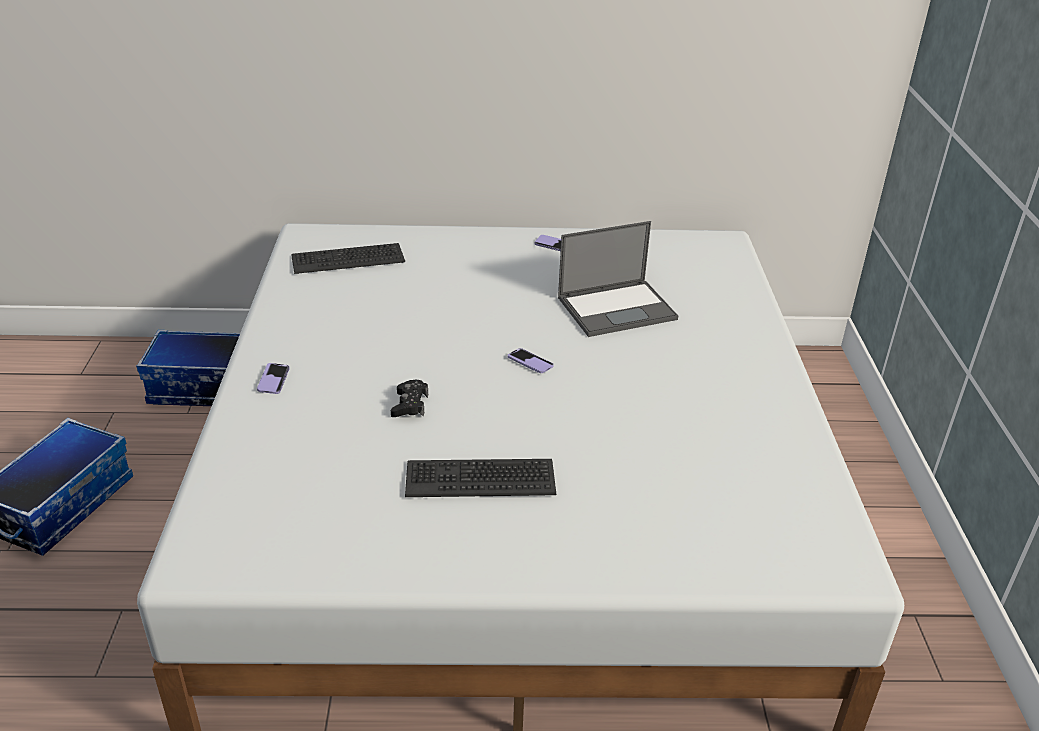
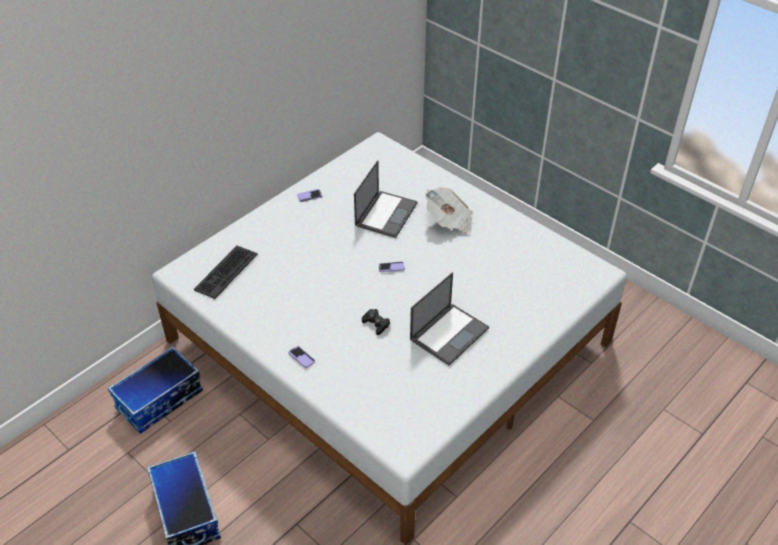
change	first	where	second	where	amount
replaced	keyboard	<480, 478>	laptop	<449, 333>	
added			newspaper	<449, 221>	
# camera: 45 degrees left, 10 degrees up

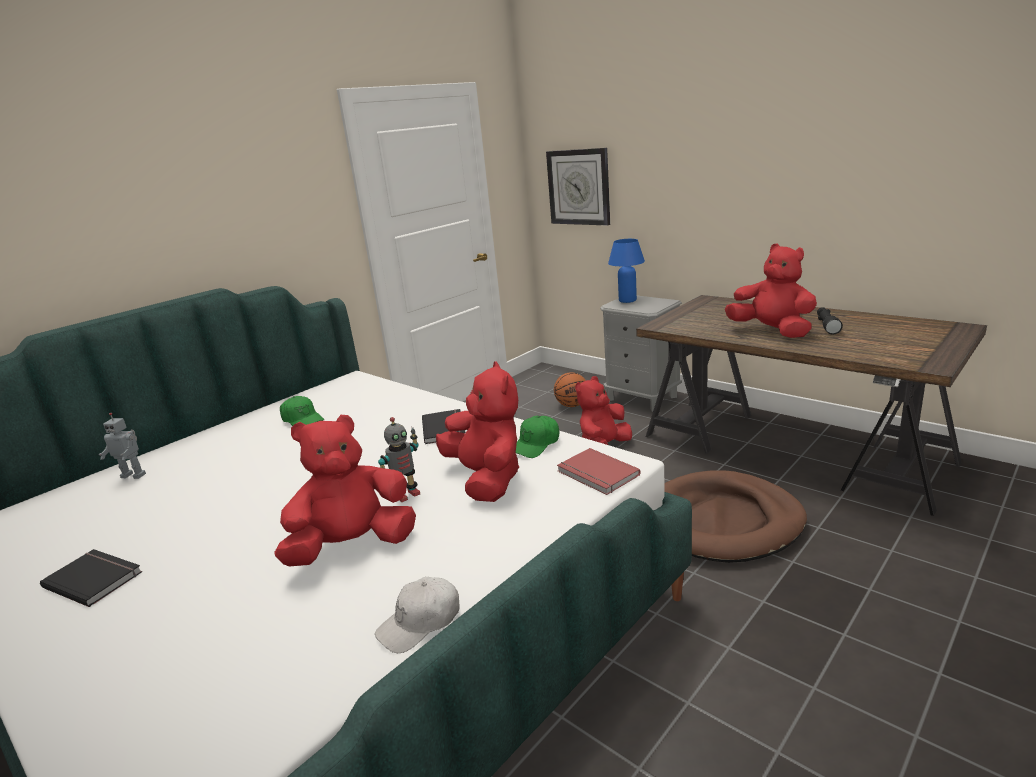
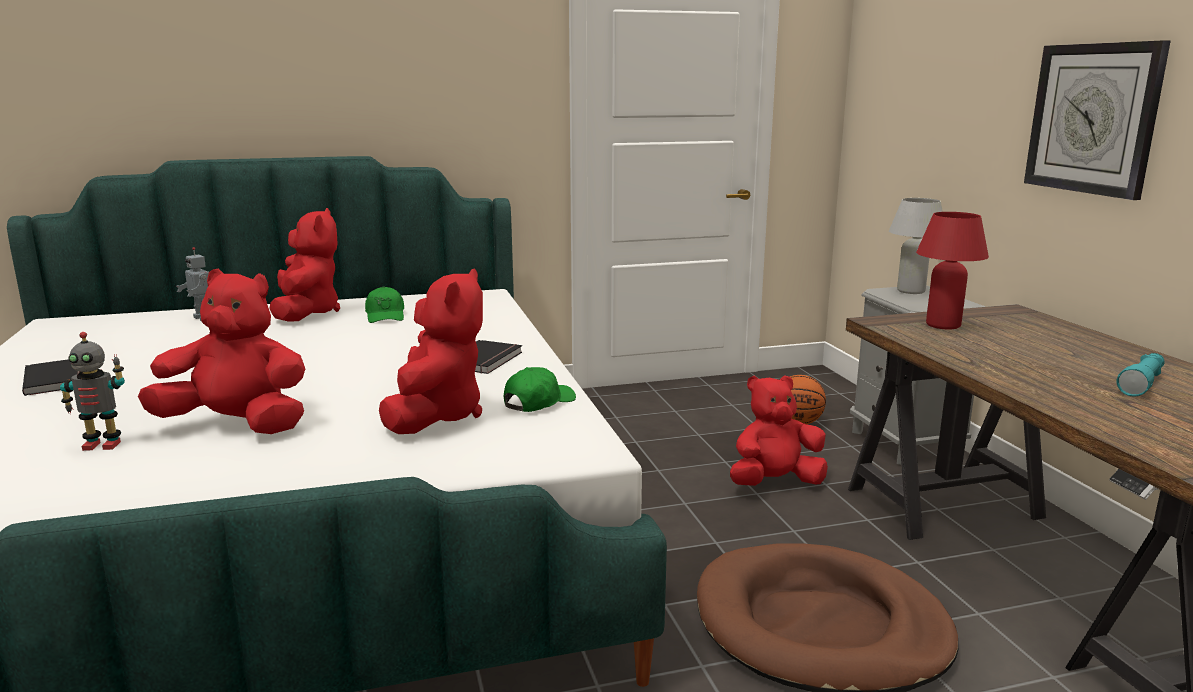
change	first	where	second	where	amount
moved	wall clock	<579, 187>		<1093, 118>	
recoloured	table lamp (blue)	<627, 300>	table lamp (white)	<910, 291>	
moved	plush toy (red)	<772, 331>		<306, 313>	
recoloured	flashlight (black)	<826, 326>	flashlight (turquoise)	<1142, 384>	
turned	cap (green)	<536, 445>		<538, 402>	150 degrees clockwise
moved	toy robot	<406, 494>		<103, 445>	
removed	book (red)	<596, 474>			
removed	cap (white)	<420, 623>			
added			table lamp (red)	<943, 325>	
# camera: 30 degrees right, 5 degrees down

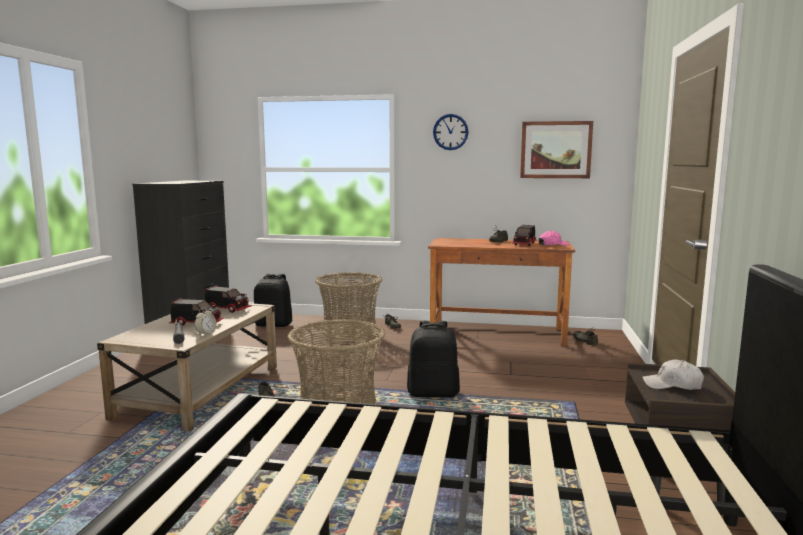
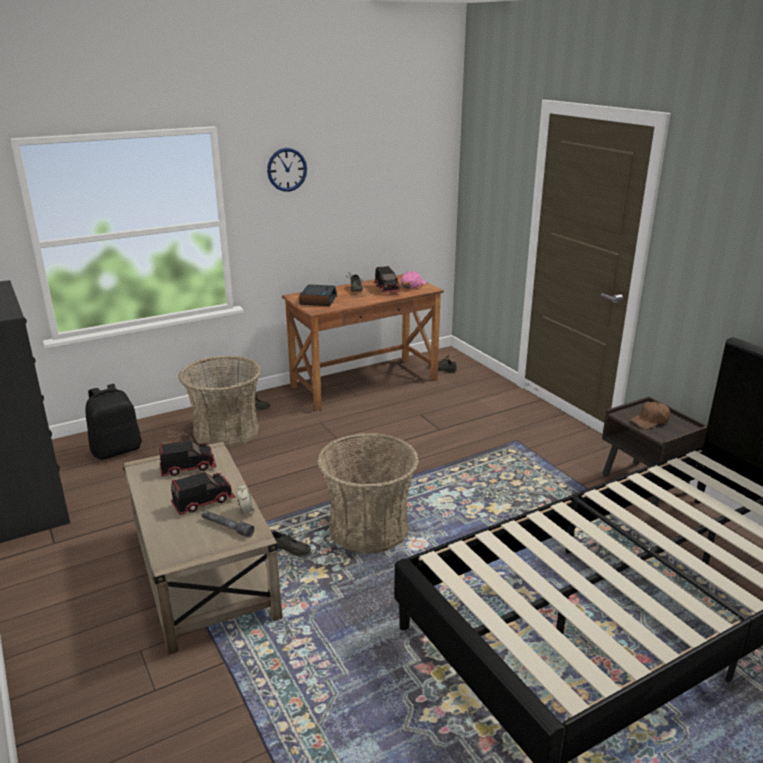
change	first	where	second	where	amount
removed	picture	<555, 150>			
removed	backpack (black)	<433, 393>			
recoloured	cap (white)	<672, 385>	cap (brown)	<650, 421>	
added			alarm clock	<318, 300>	
# camera: 40 degrees left, 15 degrees up

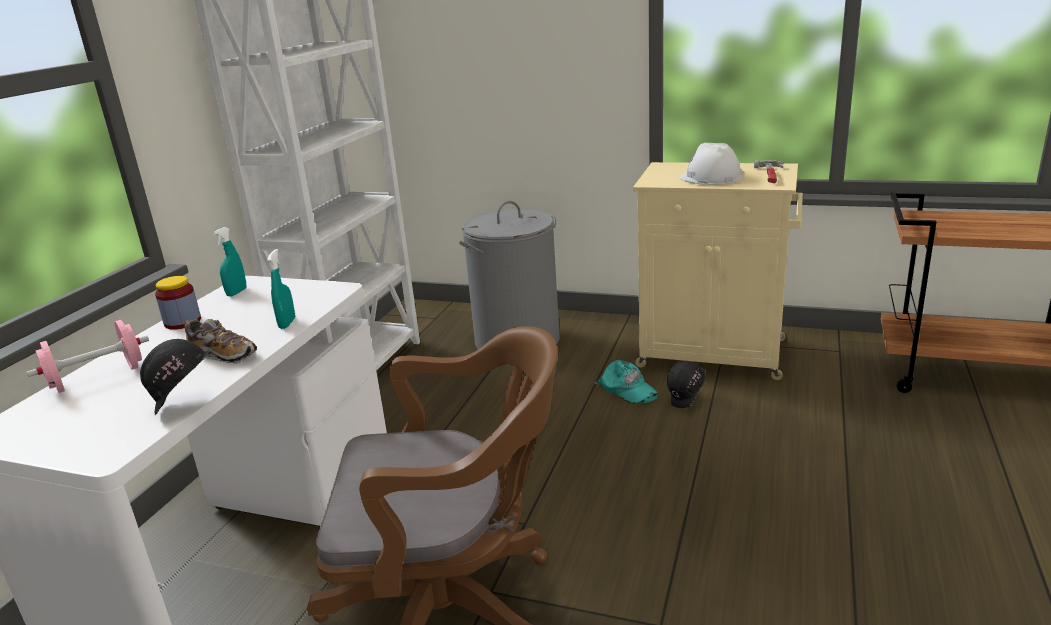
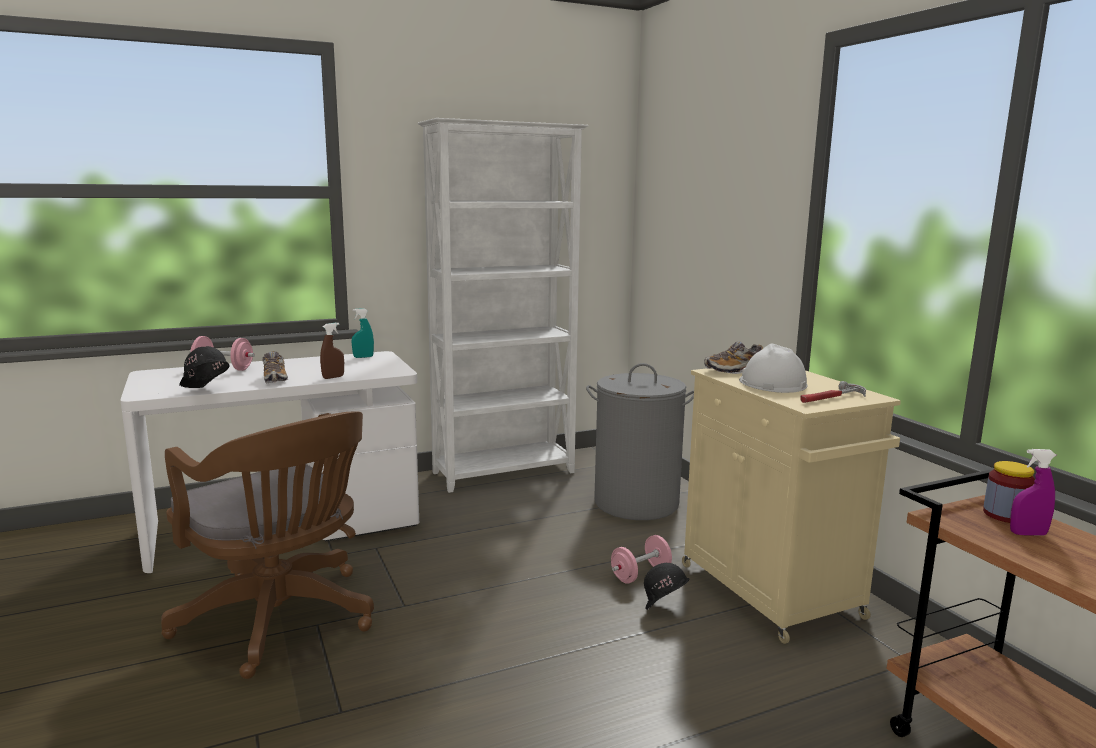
change	first	where	second	where	amount
recoloured	spray bottle (turquoise)	<287, 323>	spray bottle (brown)	<333, 377>	
moved	jar	<183, 322>		<1005, 515>	
replaced	cap (turquoise)	<627, 389>	dumbbell (pink)	<640, 574>	
added			shoe	<733, 370>	
added			spray bottle (purple)	<1028, 534>	
# camera: 45 degrees right, 10 degrees down

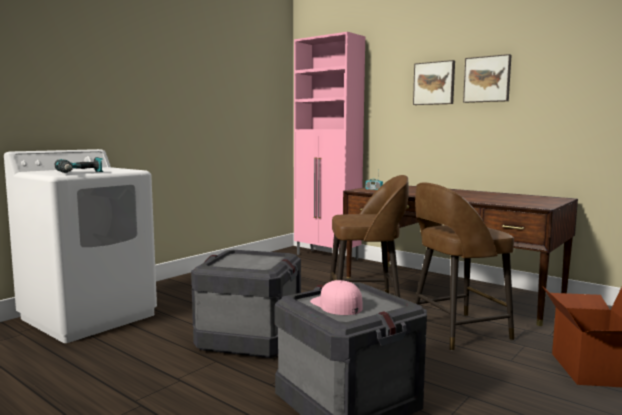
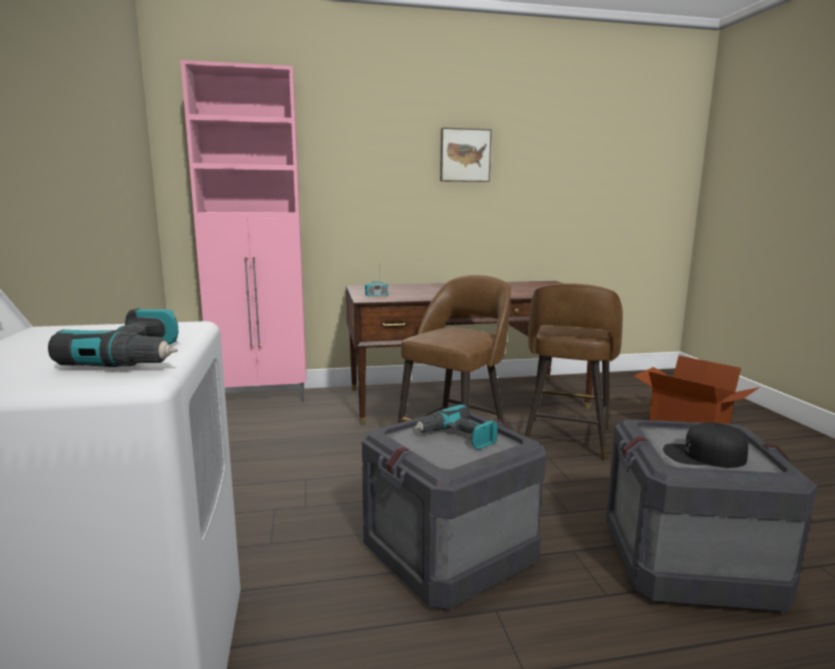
change	first	where	second	where	amount
removed	picture	<434, 83>			
recoloured	cap (pink)	<336, 305>	cap (black)	<704, 455>	
added			power drill	<457, 437>	
# camera: 50 degrees left, 5 degrees up

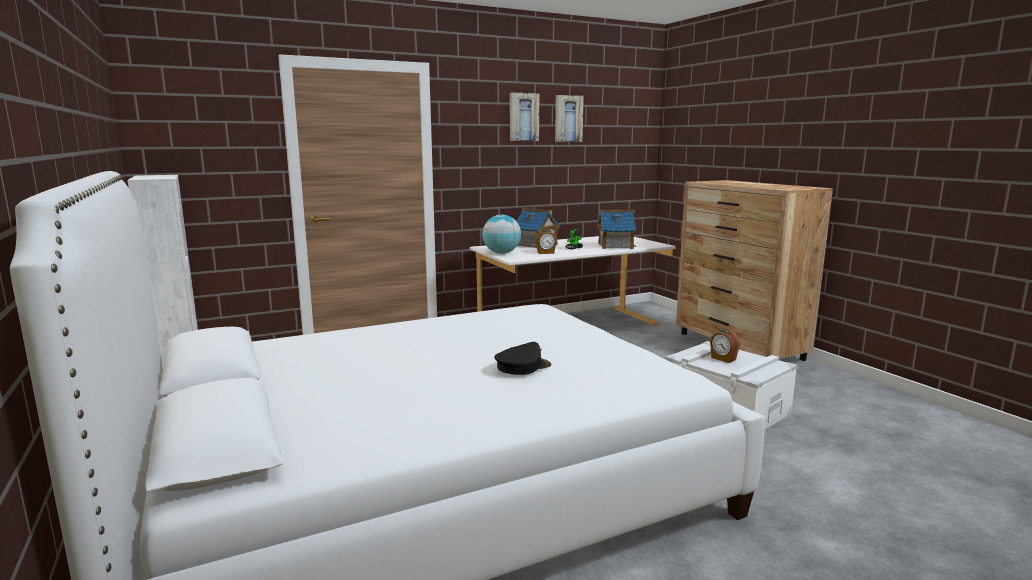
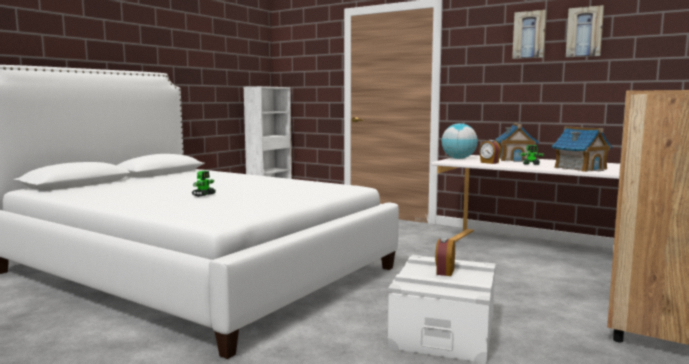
change	first	where	second	where	amount
replaced	cap (black)	<522, 366>	toy robot	<204, 195>	
# camera: 60 degrees right, 5 degrees down

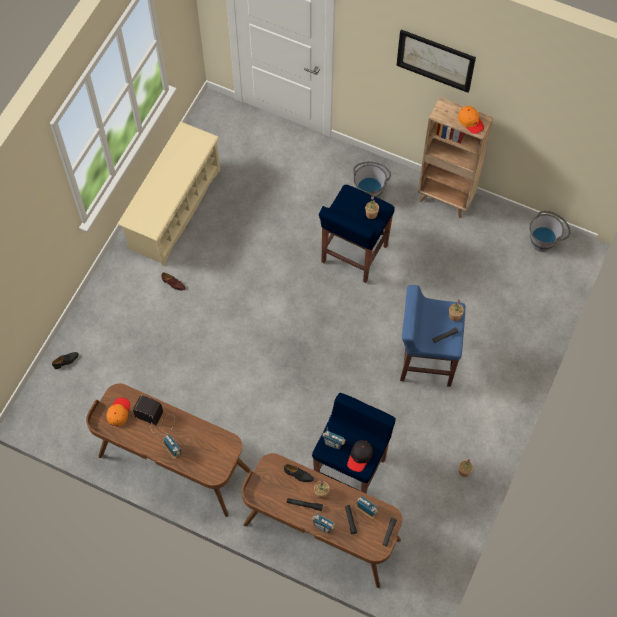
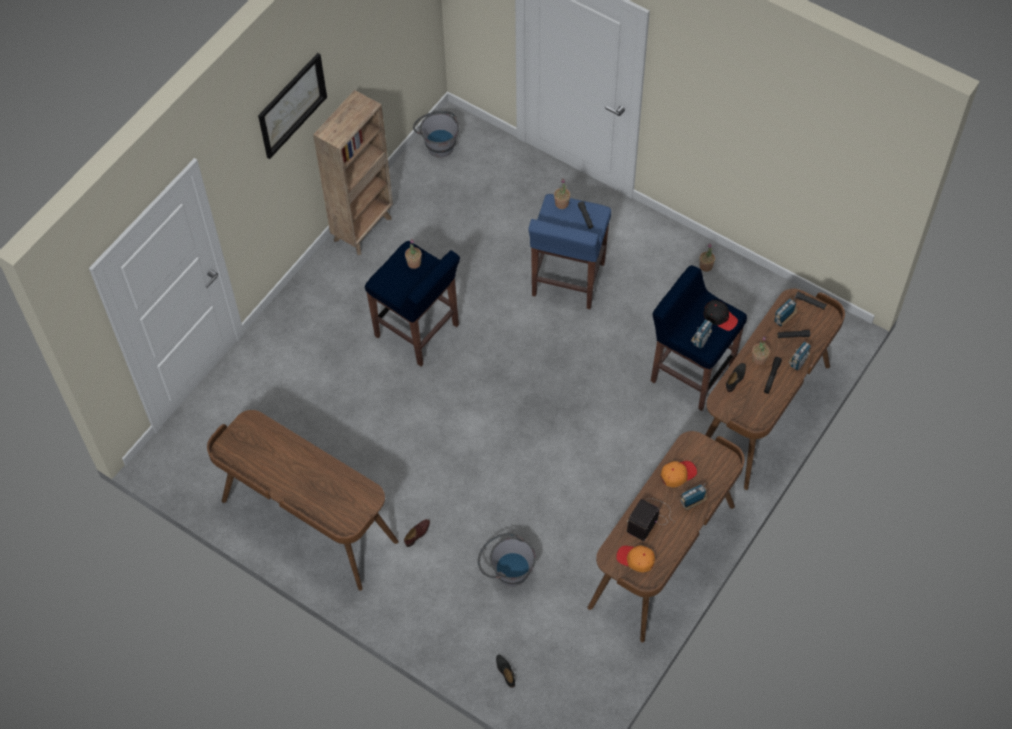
change	first	where	second	where	amount
moved	cap (orange)	<470, 121>		<678, 474>	
replaced	shoe rack (beige)	<174, 209>	desk (brown)	<308, 522>	
moved	bucket (grey)	<370, 188>		<506, 571>	
# camera: 80 degrees left, 5 degrees down

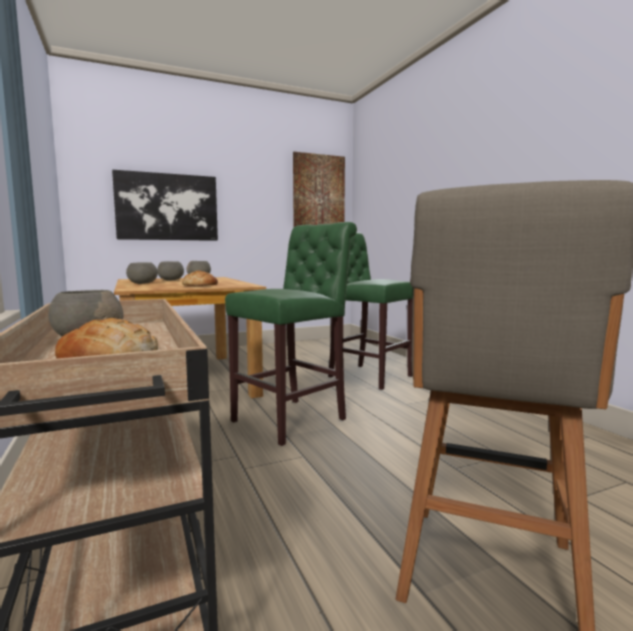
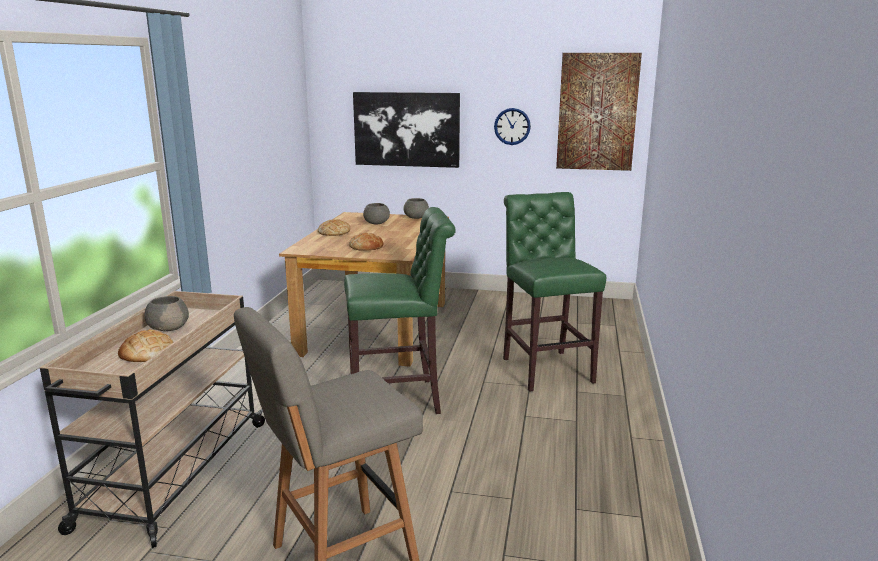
change	first	where	second	where	amount
replaced	bowl (grey)	<142, 283>	bread	<334, 232>	
added			wall clock	<512, 126>	
# camera: 35 degrees right, 10 degrees up

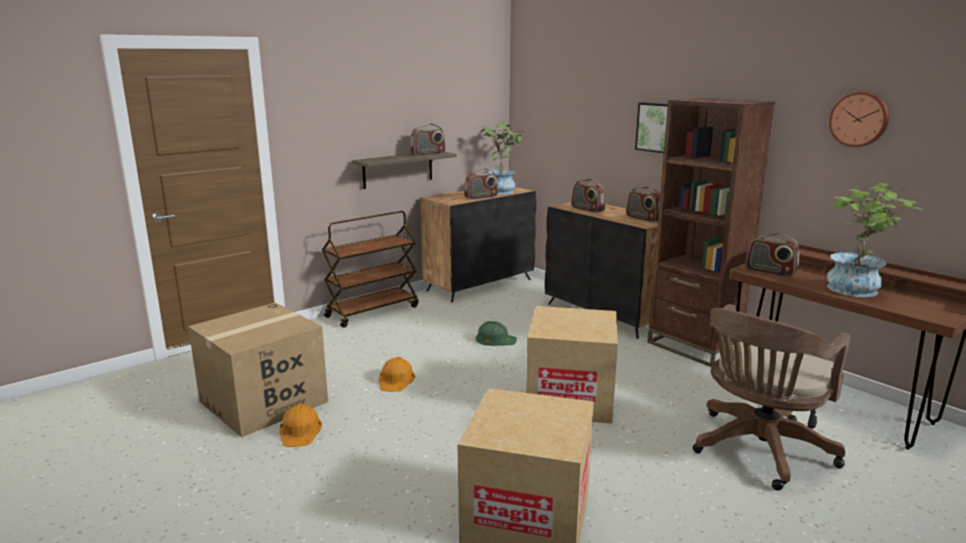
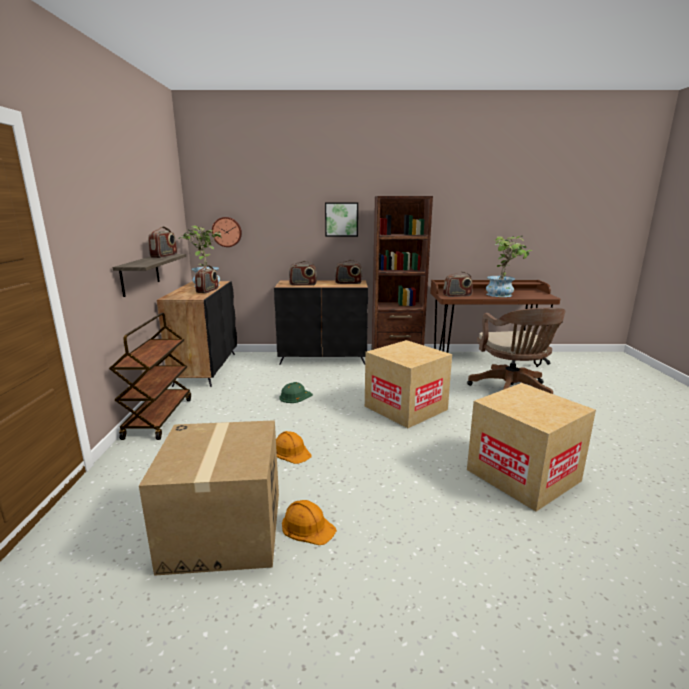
change	first	where	second	where	amount
moved	wall clock	<859, 119>		<227, 232>	
# camera: 50 degrees left, 0 degrees up

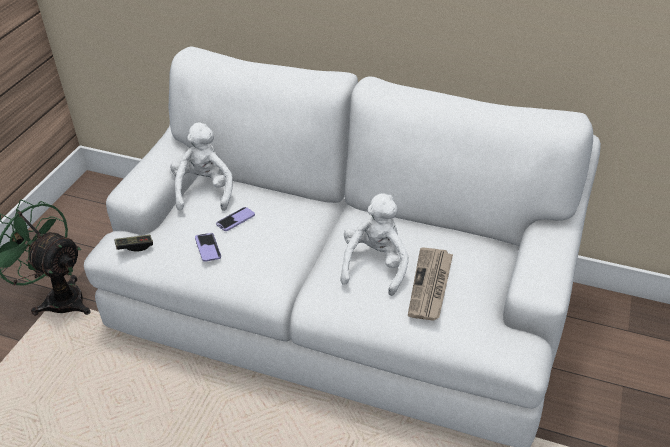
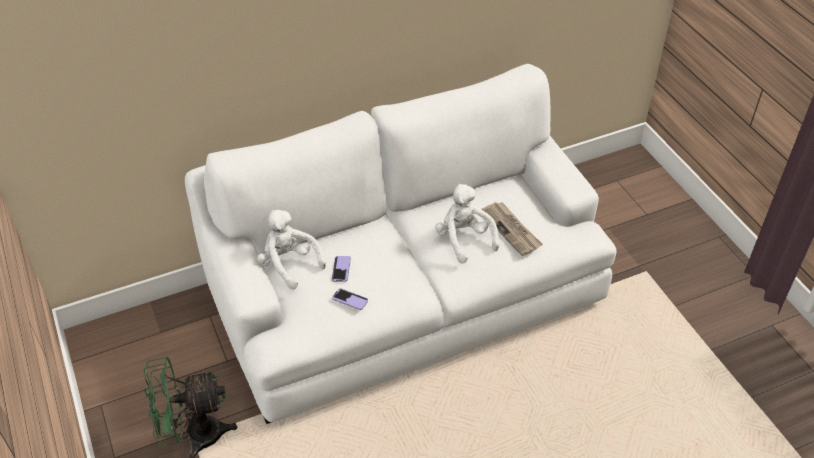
change	first	where	second	where	amount
removed	game controller	<135, 246>			
# camera: 45 degrees left, 5 degrees up

